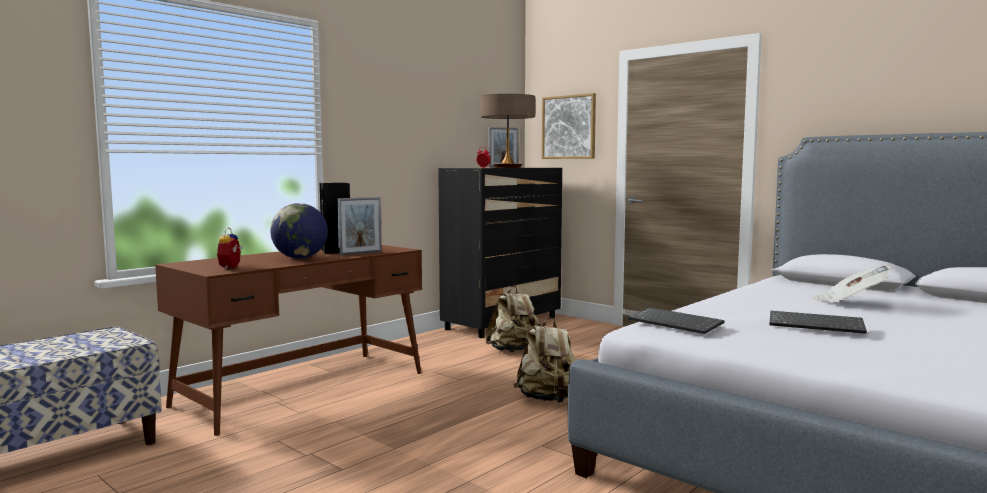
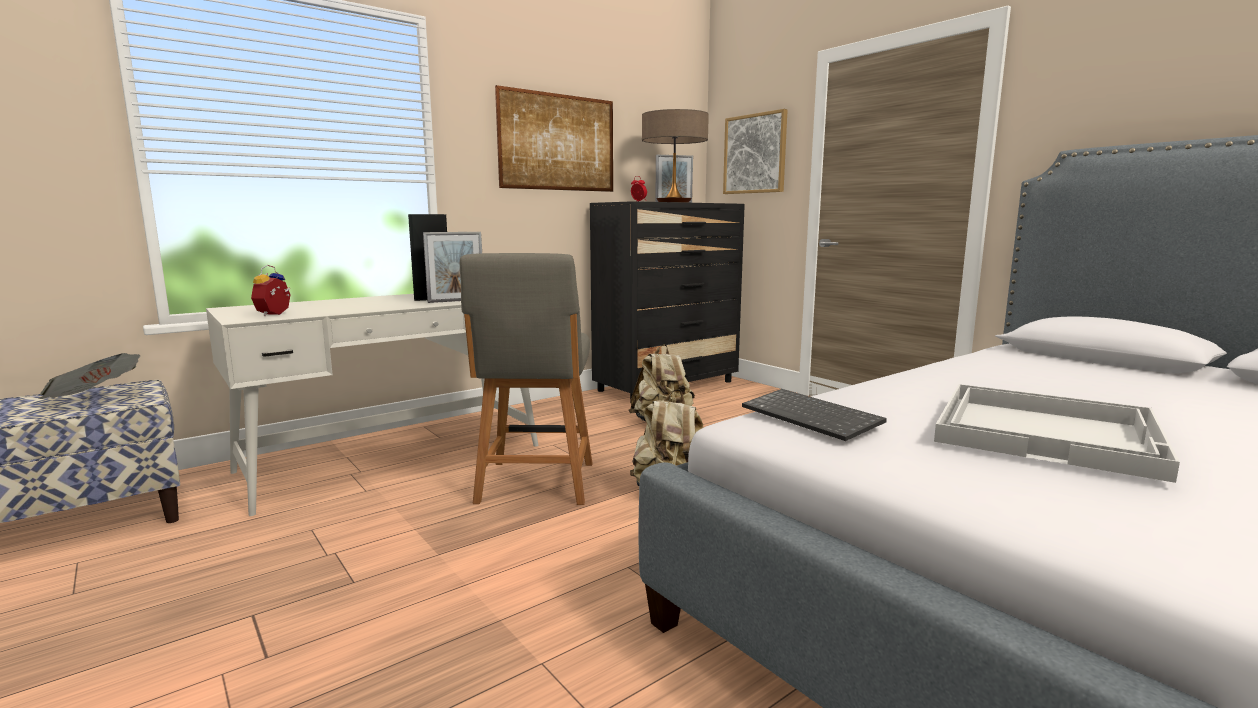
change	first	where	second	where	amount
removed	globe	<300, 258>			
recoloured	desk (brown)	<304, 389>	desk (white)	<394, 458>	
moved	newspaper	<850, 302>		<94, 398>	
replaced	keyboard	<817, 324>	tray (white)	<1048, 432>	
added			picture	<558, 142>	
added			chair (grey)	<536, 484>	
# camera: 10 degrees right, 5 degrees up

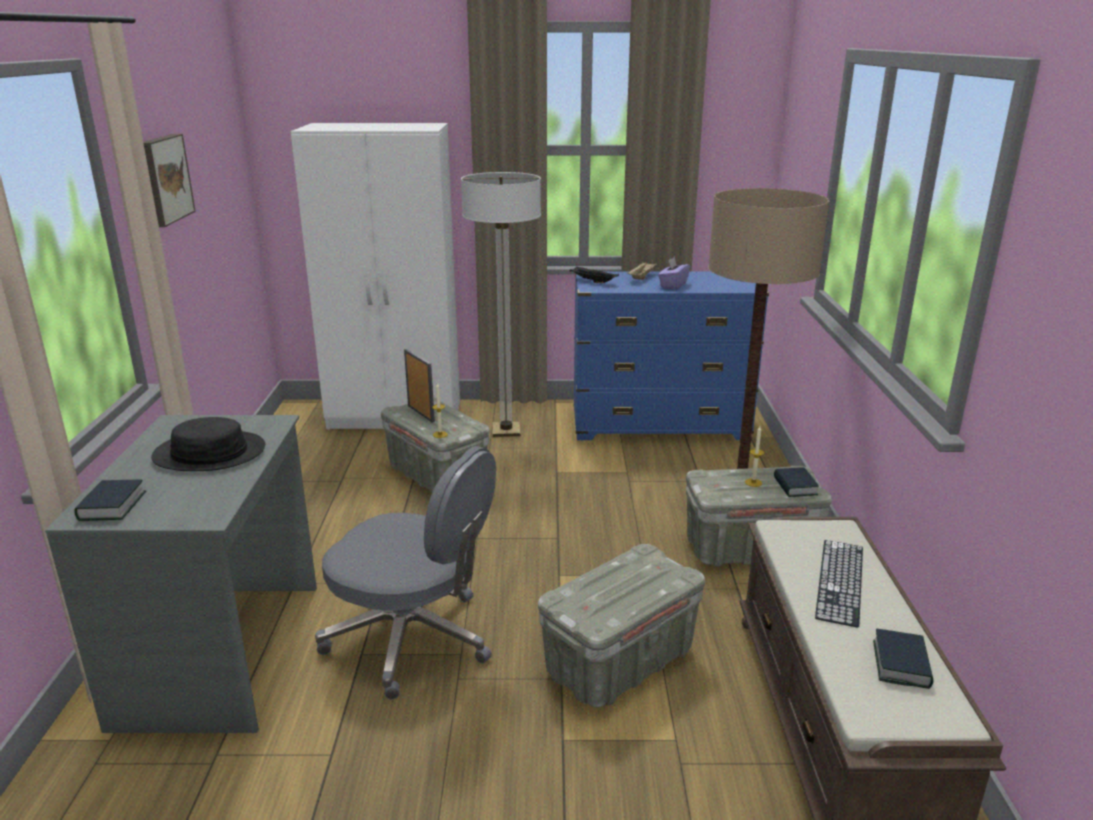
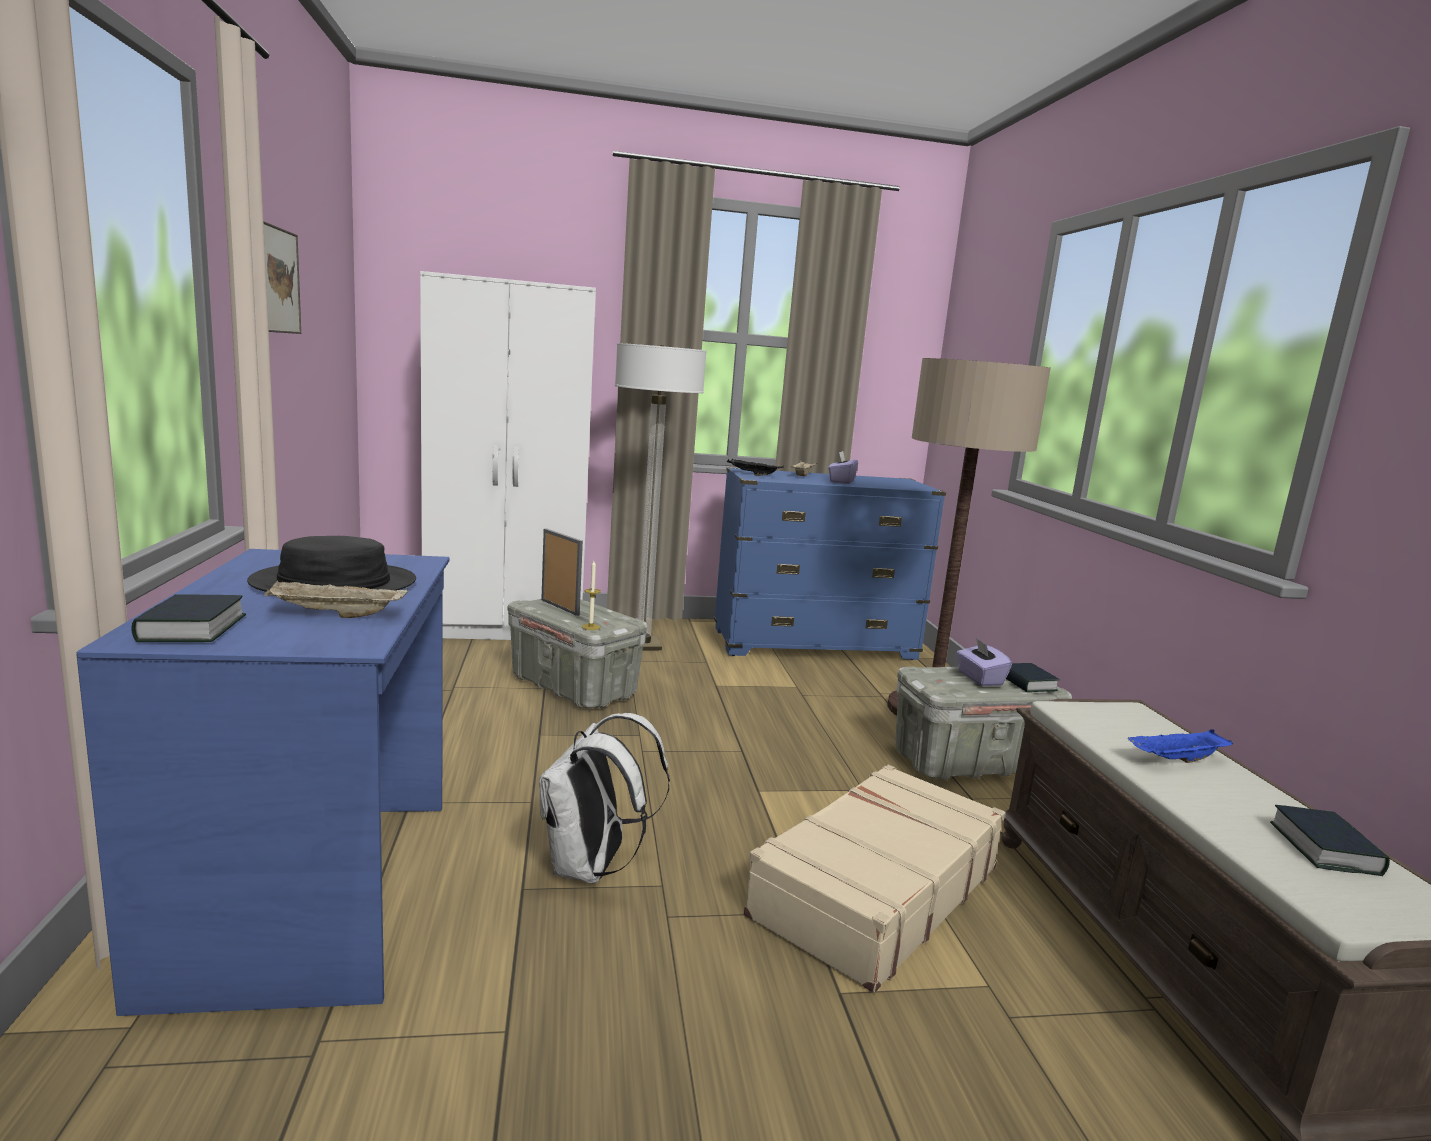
change	first	where	second	where	amount
recoloured	desk (grey)	<224, 653>	desk (blue)	<316, 892>	
replaced	candle	<753, 482>	tissue box (purple)	<979, 678>	
replaced	office chair (grey)	<413, 639>	backpack (white)	<591, 868>	
replaced	keyboard	<840, 581>	tray (blue)	<1177, 761>	
replaced	storage box (grey)	<619, 663>	suitcase (beige)	<874, 891>	
added			tray (beige)	<335, 615>	
# camera: 10 degrees left, 10 degrees down

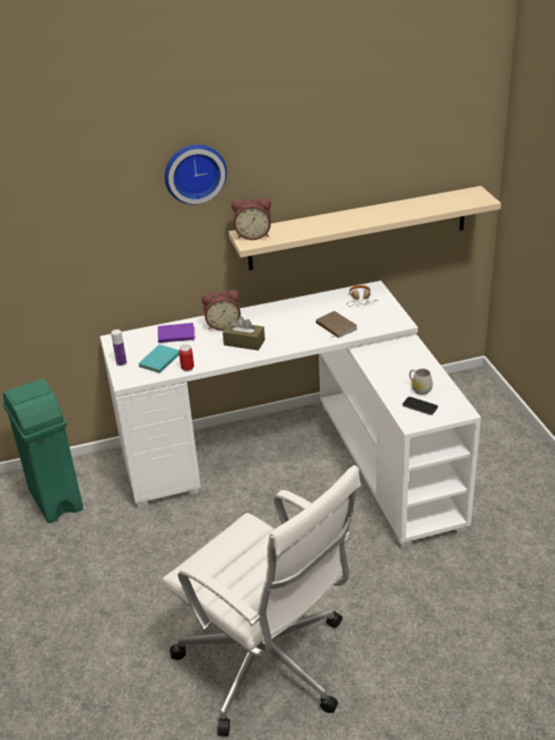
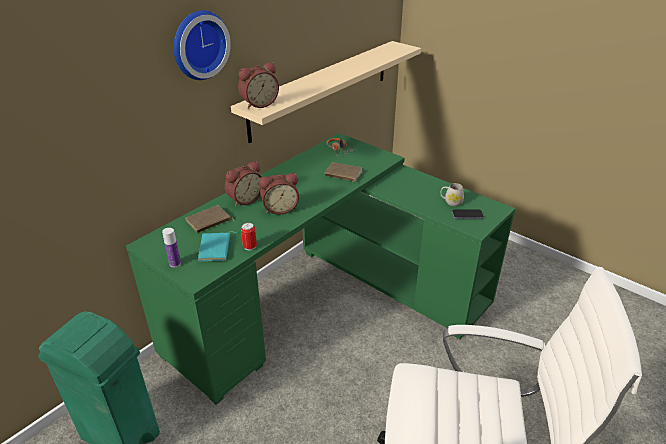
change	first	where	second	where	amount
recoloured	desk (white)	<302, 459>	desk (green)	<326, 300>	
replaced	tissue box (brown)	<244, 342>	alarm clock	<280, 208>	
recoloured	book (purple)	<176, 336>	book (brown)	<209, 222>	
# camera: 35 degrees left, 0 degrees up

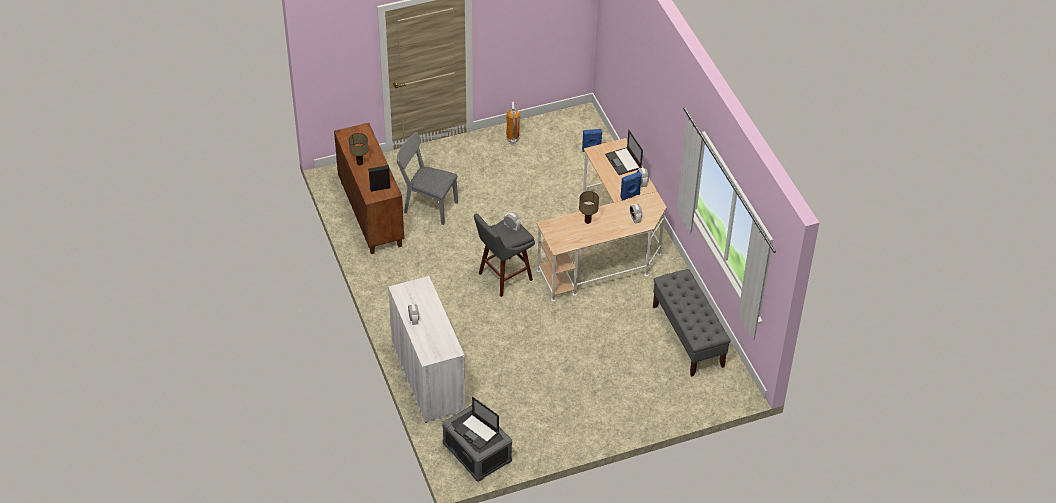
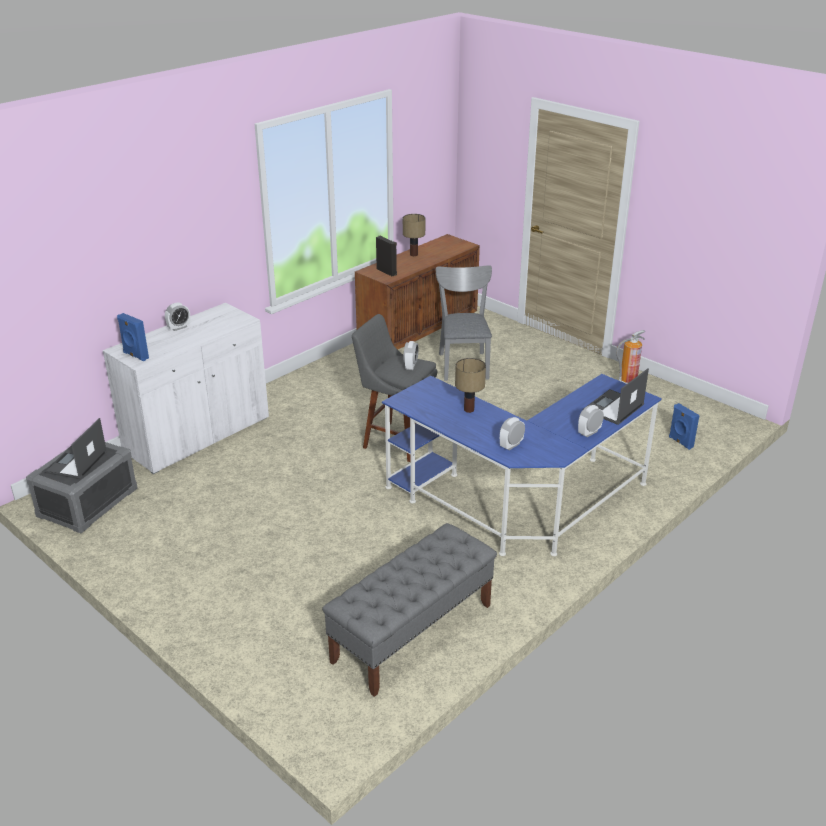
change	first	where	second	where	amount
recoloured	desk (beige)	<606, 248>	desk (blue)	<519, 503>	
moved	speaker (blue)	<630, 196>		<135, 356>	
# camera: 65 degrees right, 15 degrees down

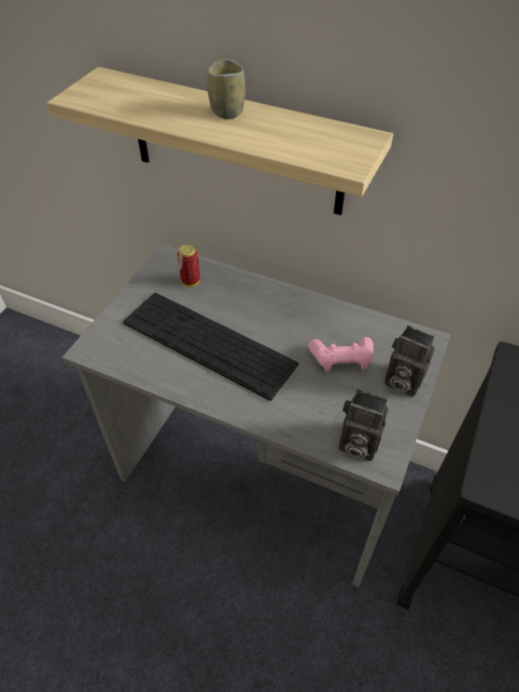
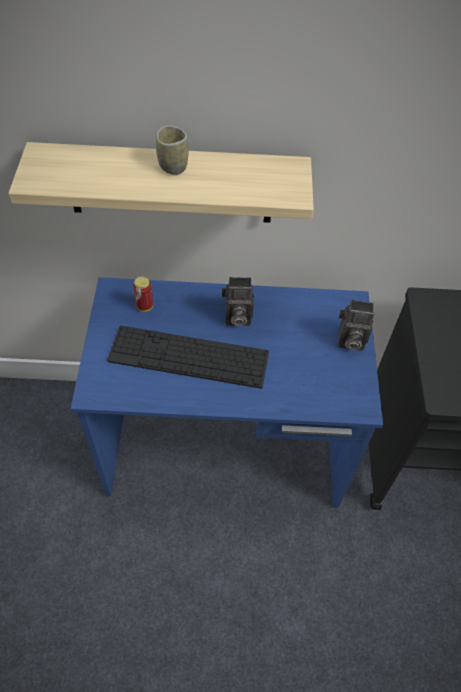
change	first	where	second	where	amount
recoloured	desk (grey)	<260, 476>	desk (blue)	<225, 449>	
removed	game controller (pink)	<341, 359>			
moved	photo camera	<356, 443>		<236, 317>	
# camera: 25 degrees left, 5 degrees up

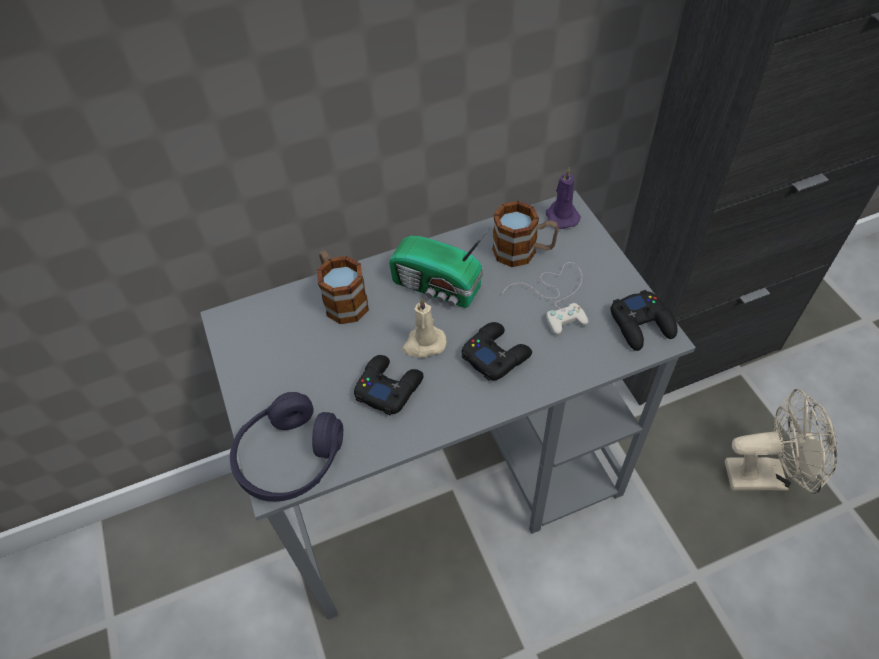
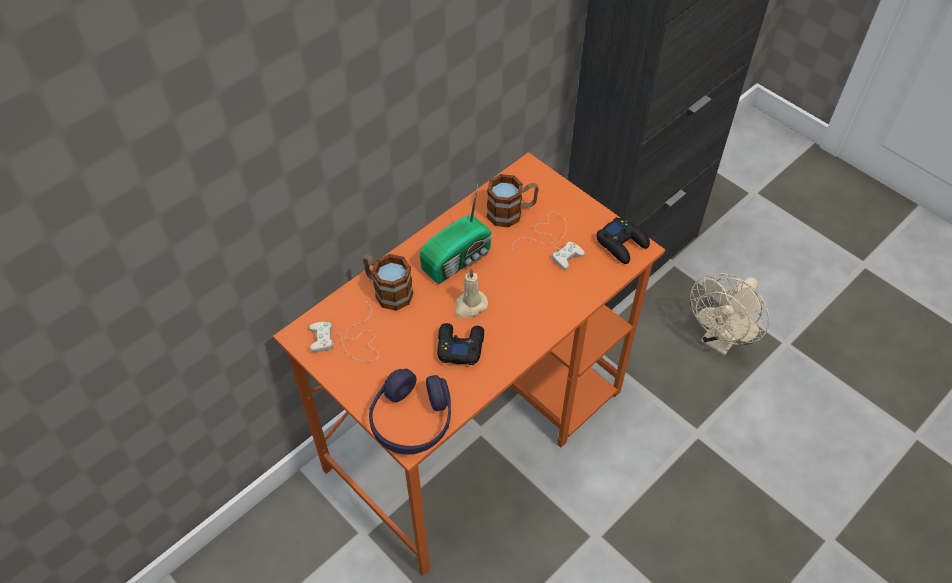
change	first	where	second	where	amount
removed	candle (purple)	<561, 216>			
recoloured	desk (grey)	<452, 481>	desk (orange)	<477, 428>	
turned	radio	<438, 287>		<459, 259>	45 degrees counterclockwise
removed	game controller (black)	<496, 355>			
turned	fan (beige)	<765, 475>		<720, 340>	150 degrees clockwise
added			game controller (white)	<349, 340>	
# camera: 25 degrees left, 0 degrees up

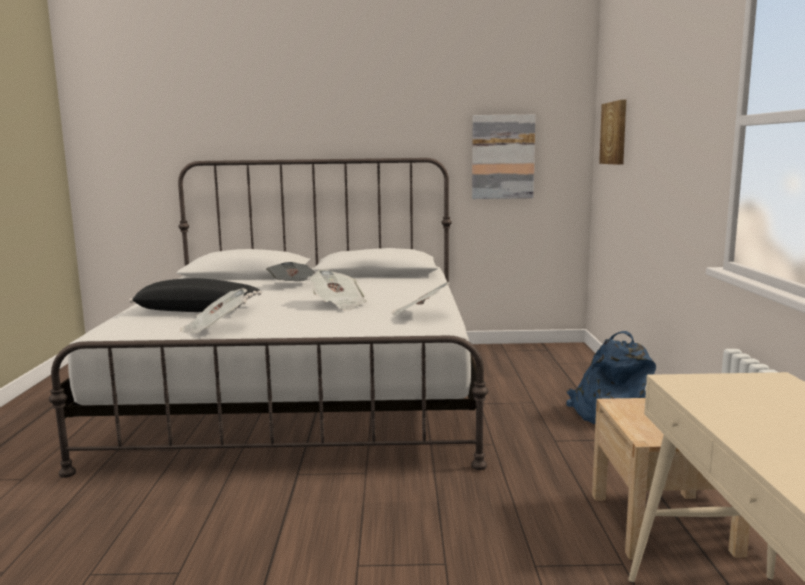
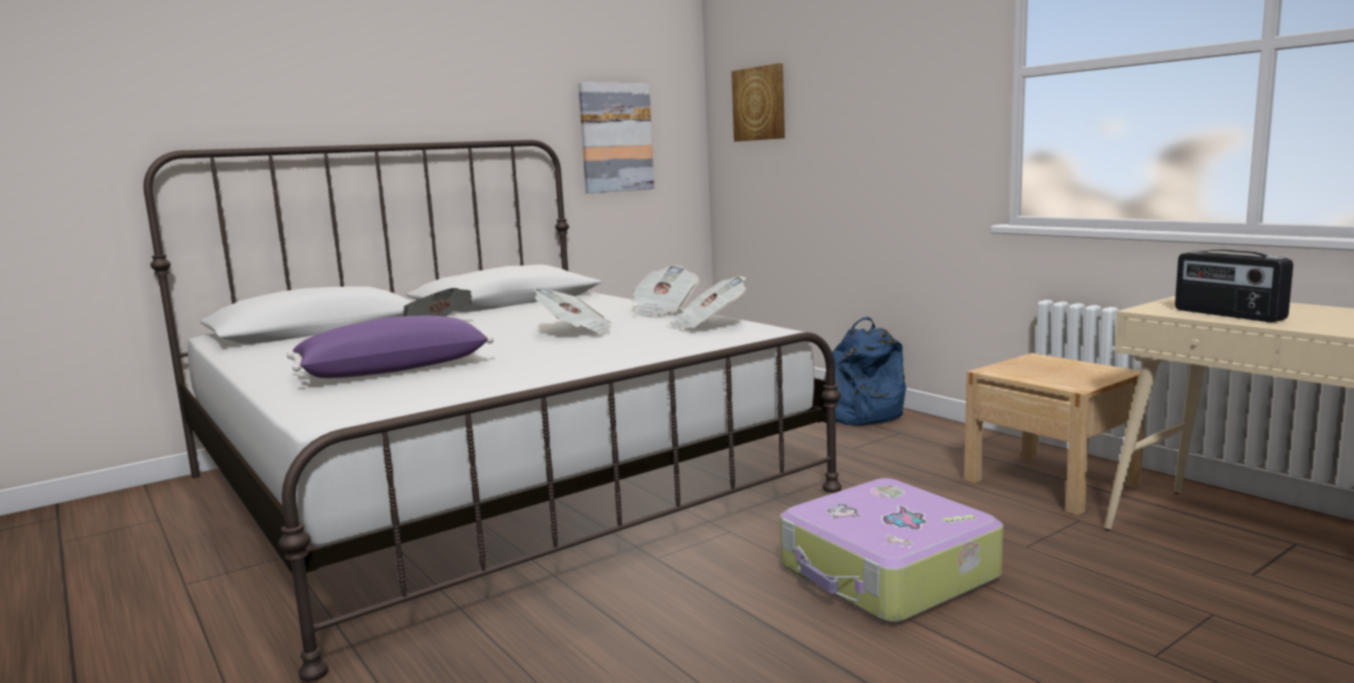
change	first	where	second	where	amount
recoloured	pillow (black)	<198, 310>	pillow (purple)	<393, 369>	
moved	newspaper	<214, 329>		<663, 311>	
added			radio	<1227, 315>	
added			suitcase	<887, 574>	
# camera: 35 degrees left, 0 degrees up

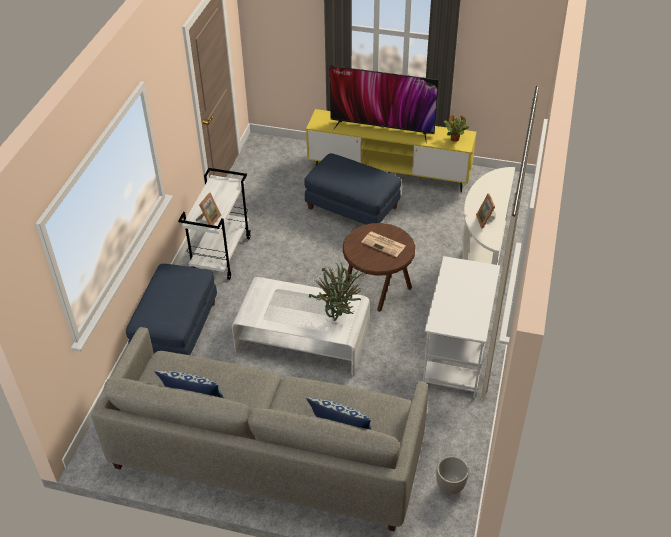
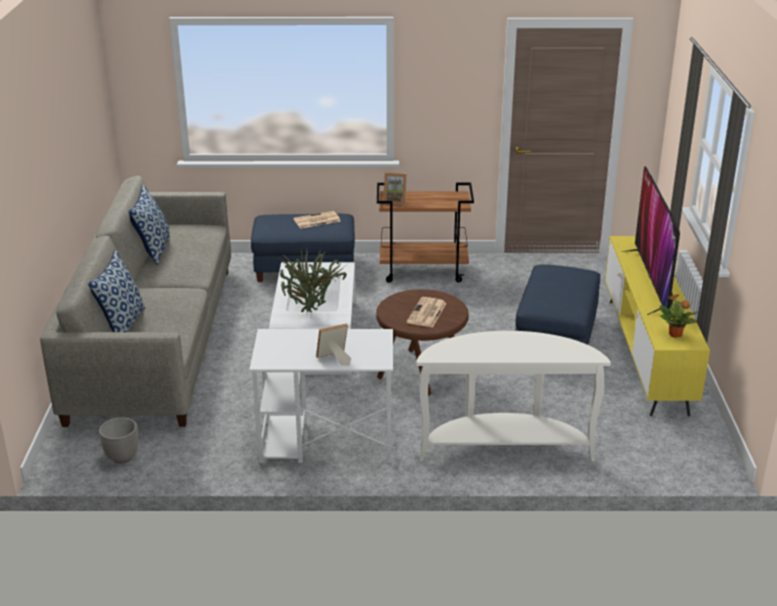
change	first	where	second	where	amount
recoloured	cart (white)	<221, 254>	cart (brown)	<424, 271>	
moved	picture frame	<486, 221>		<333, 359>	
added			newspaper	<316, 220>	
# camera: 75 degrees right, 15 degrees down

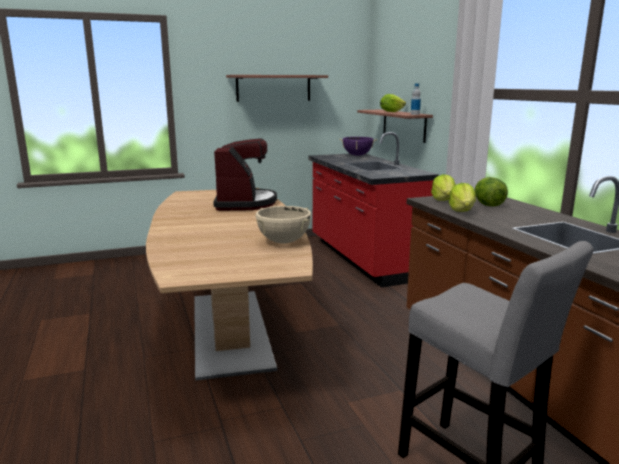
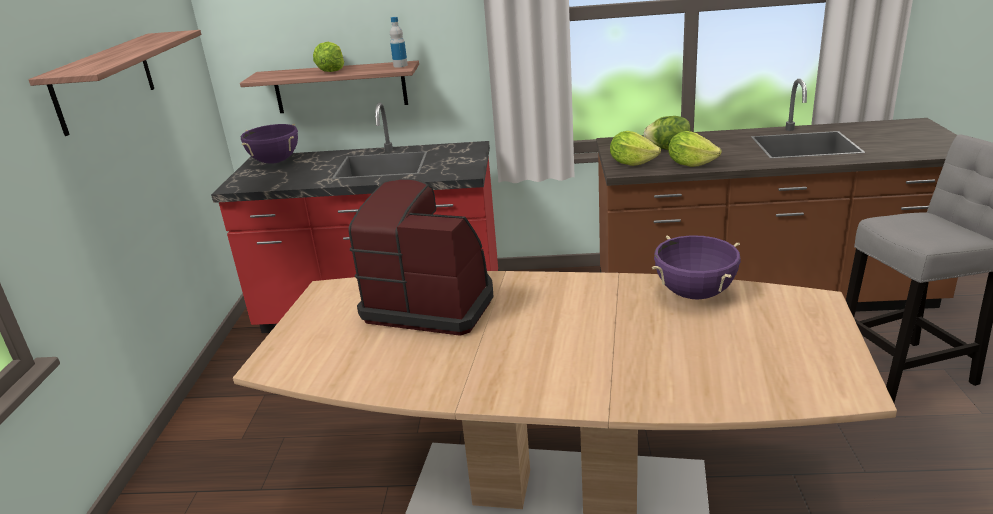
change	first	where	second	where	amount
recoloured	cooking pot (beige)	<283, 242>	cooking pot (purple)	<694, 294>	
# camera: 65 degrees left, 10 degrees up

